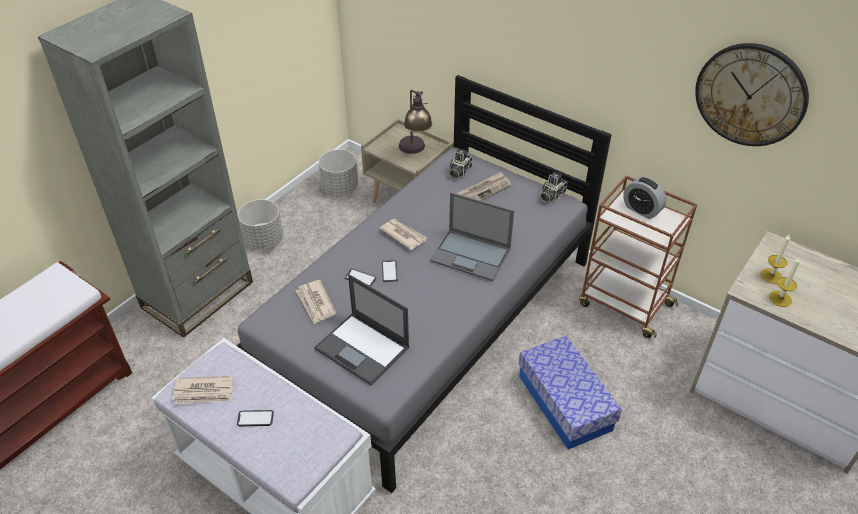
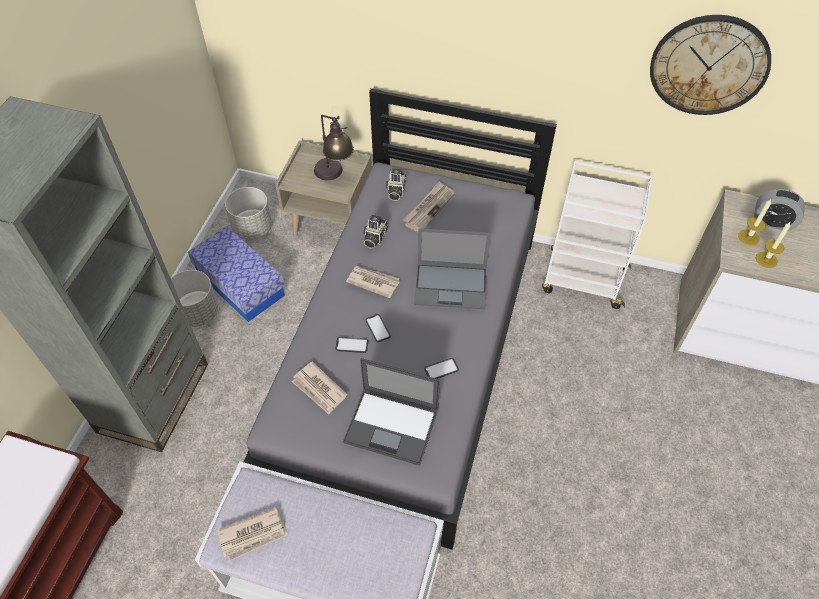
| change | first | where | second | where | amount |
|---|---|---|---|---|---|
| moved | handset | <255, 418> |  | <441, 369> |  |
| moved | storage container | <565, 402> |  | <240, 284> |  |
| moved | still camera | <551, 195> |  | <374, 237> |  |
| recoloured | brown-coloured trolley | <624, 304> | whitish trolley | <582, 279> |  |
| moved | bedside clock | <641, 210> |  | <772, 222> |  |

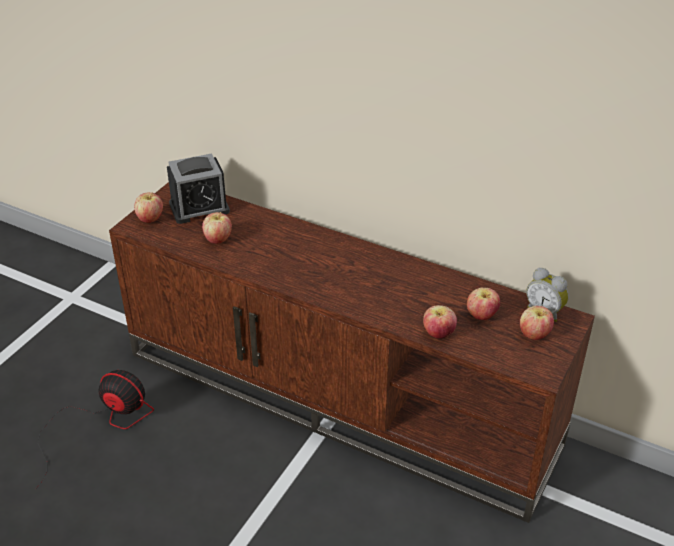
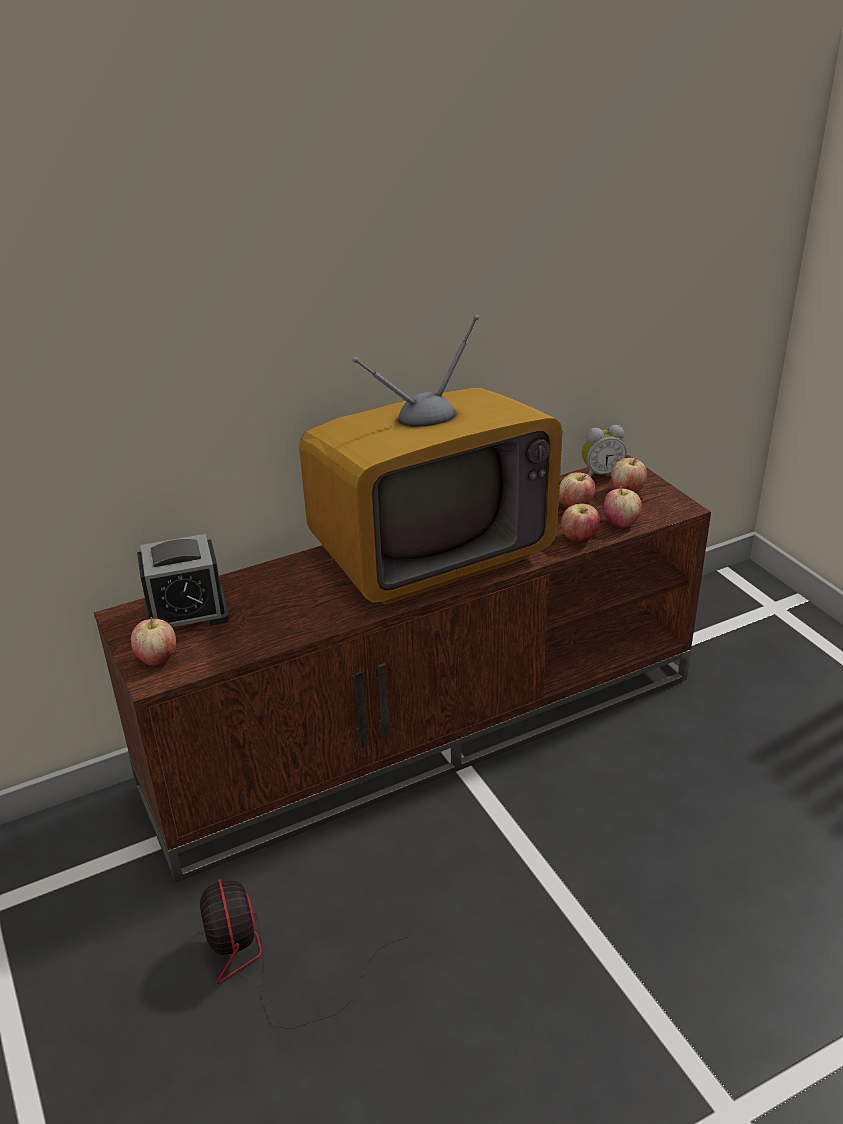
| change | first | where | second | where | amount |
|---|---|---|---|---|---|
| turned | cooling fan | <101, 423> |  | <267, 963> | 75 degrees counterclockwise |
| turned | bedside clock | <199, 208> |  | <186, 613> | 60 degrees clockwise |
| moved | whole apple | <218, 239> |  | <620, 523> |  |
| added |  |  | television | <430, 552> |  |

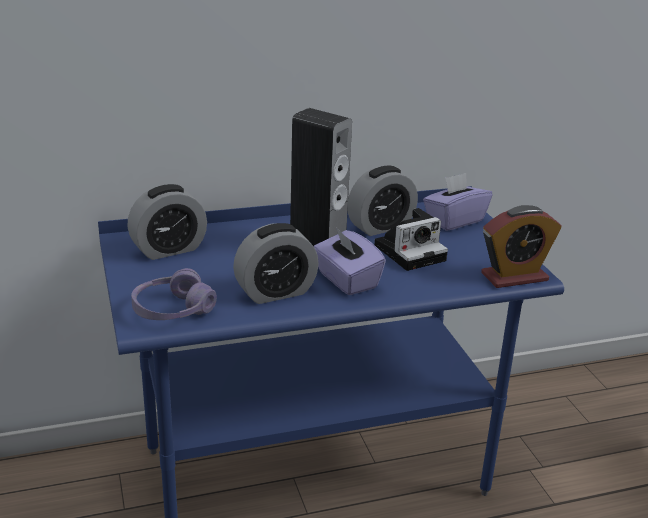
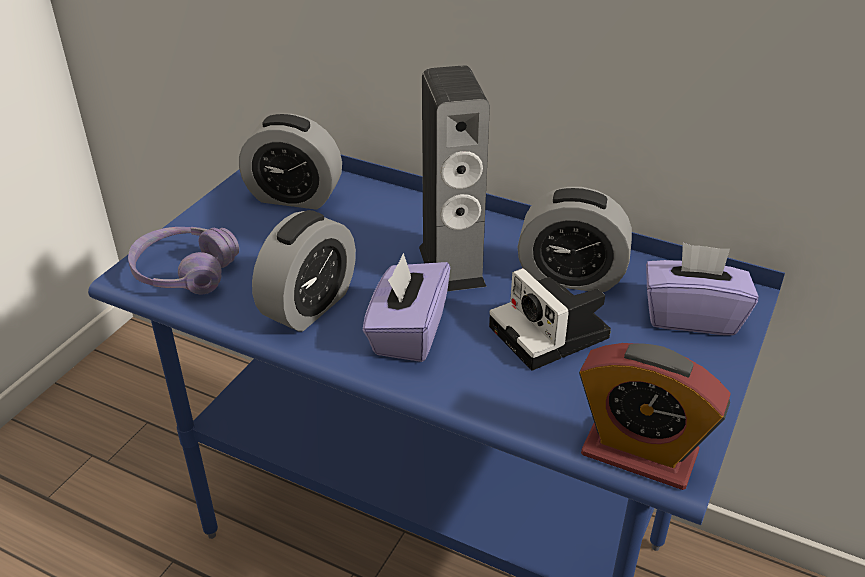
| change | first | where | second | where | amount |
|---|---|---|---|---|---|
| turned | bedside clock | <275, 292> |  | <309, 305> | 75 degrees counterclockwise |
| turned | still camera | <411, 252> |  | <552, 334> | 45 degrees clockwise |

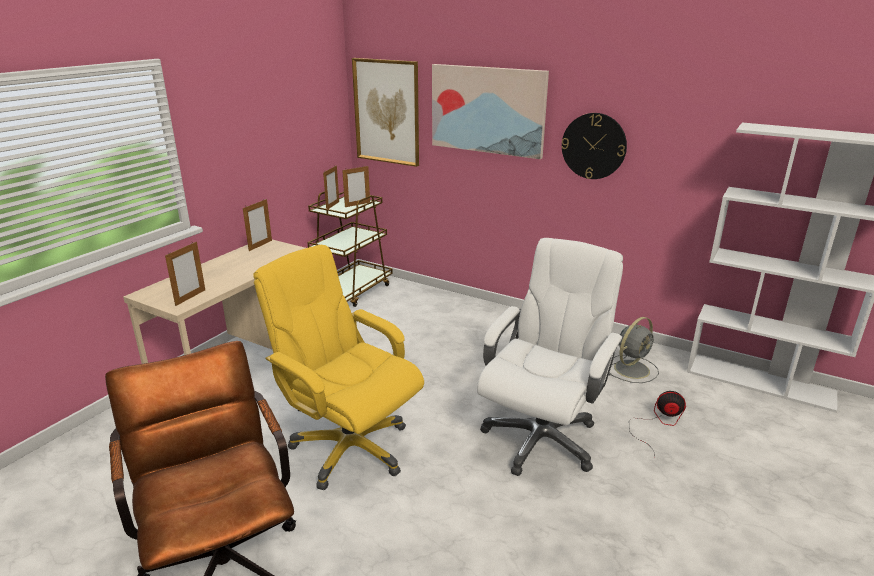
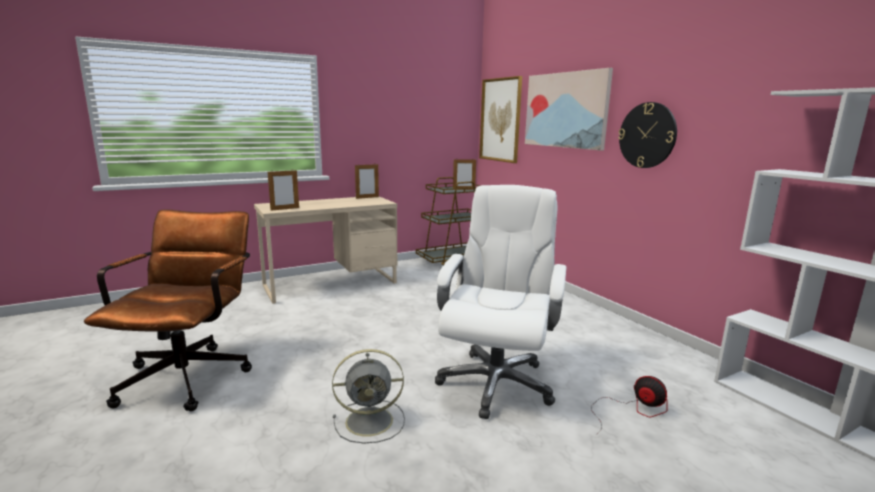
| change | first | where | second | where | amount |
|---|---|---|---|---|---|
| removed | yellow-coloured office chair | <349, 448> |  |  |  |
| removed | standing frame | <332, 205> |  |  |  |
| turned | whitish office chair | <541, 438> |  | <495, 382> | 45 degrees counterclockwise |
| moved | grey cooling fan | <632, 368> |  | <371, 421> |  |

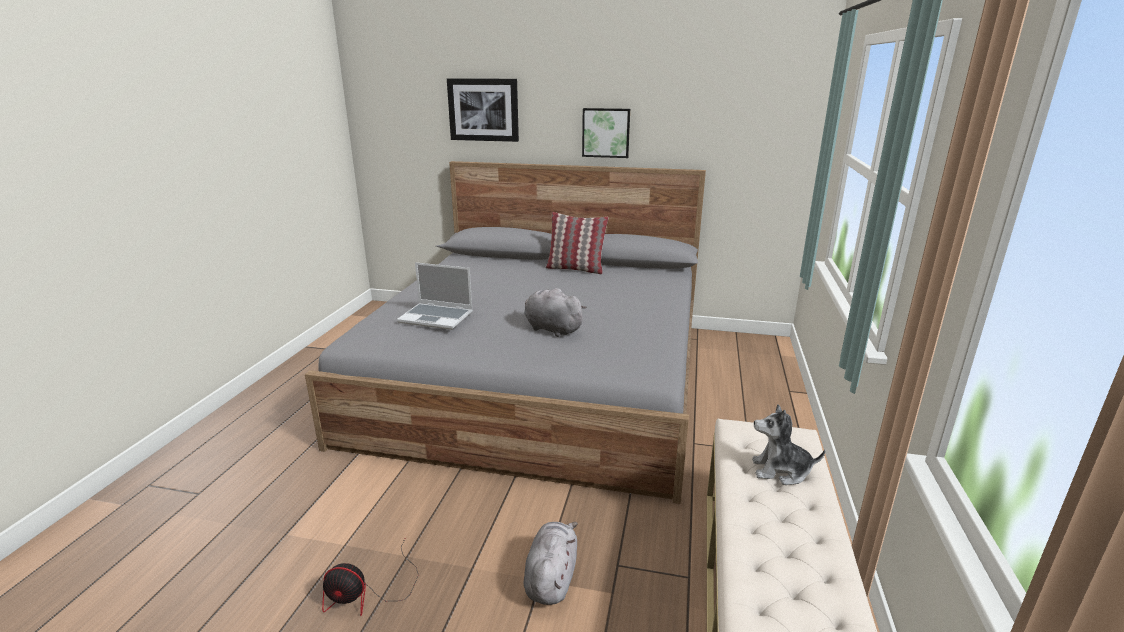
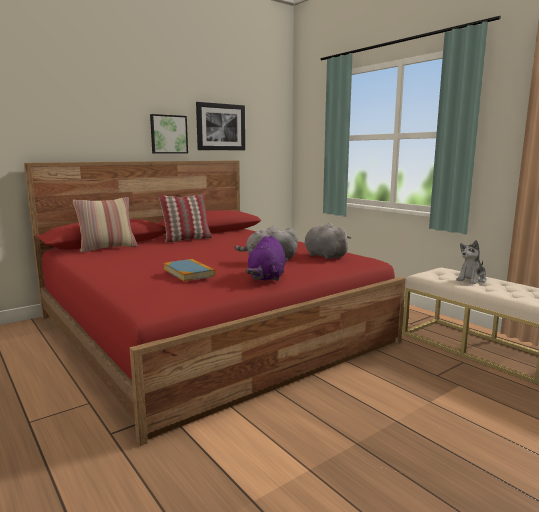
| change | first | where | second | where | amount |
|---|---|---|---|---|---|
| recoloured | grey sleeping bed | <540, 378> | red sleeping bed | <209, 328> |  |
| removed | cooling fan | <368, 593> |  |  |  |
| replaced | notebook computer | <437, 317> | book | <188, 272> |  |
| moved | wall picture | <483, 110> |  | <220, 127> |  |
| moved | grey soft toy | <551, 577> |  | <324, 256> |  |
| added |  |  | pillow | <107, 248> |  |
| added |  |  | purplish soft toy | <267, 277> |  |

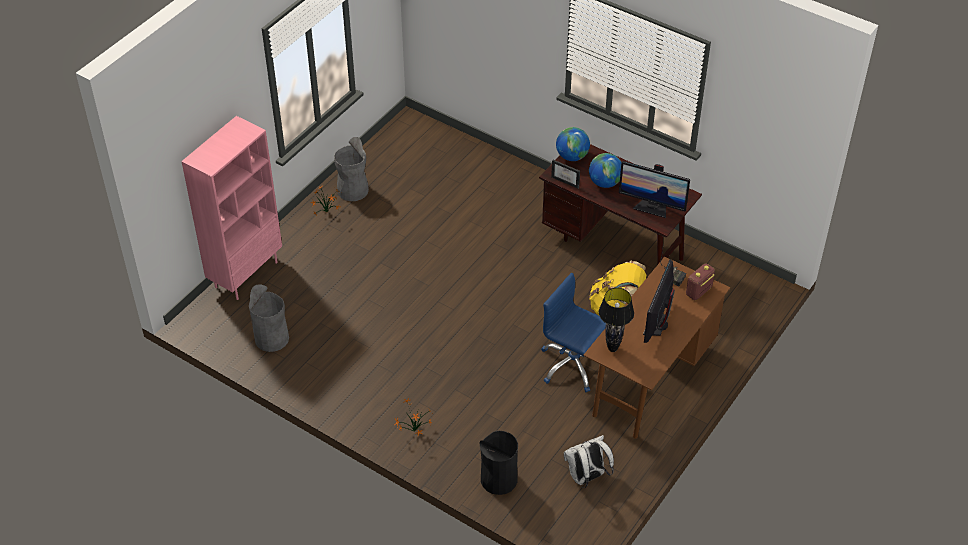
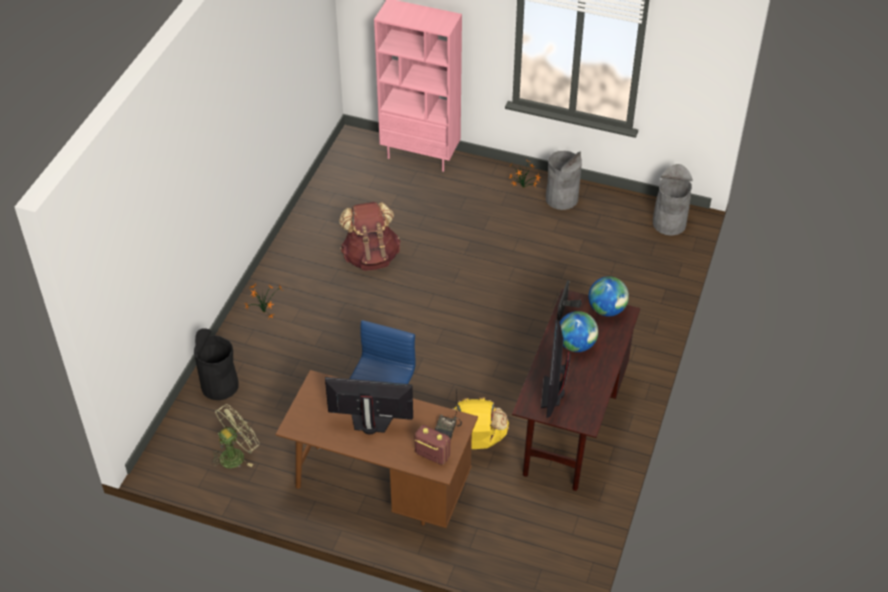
| change | first | where | second | where | amount |
|---|---|---|---|---|---|
| moved | grey trash can | <272, 338> |  | <669, 223> |  |
| replaced | whitish rucksack | <586, 477> | green-coloured cooling fan | <236, 454> |  |
| removed | black tabletop lamp | <612, 349> |  |  |  |
| added |  |  | brown-coloured rucksack | <370, 257> |  |

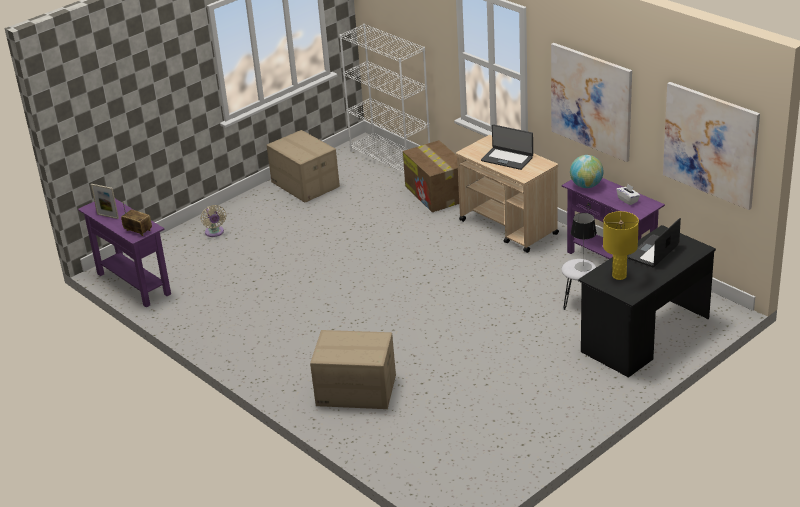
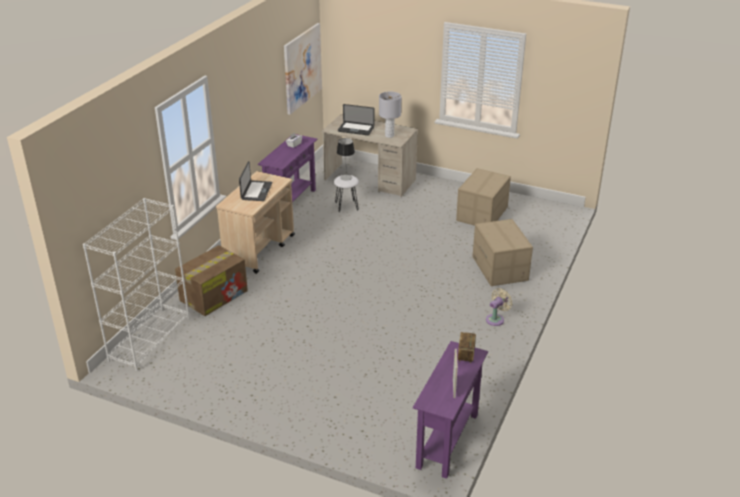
| change | first | where | second | where | amount |
|---|---|---|---|---|---|
| moved | beige cooling fan | <215, 233> |  | <496, 319> |  |
| moved | cardboard box | <304, 184> |  | <482, 214> |  |
| removed | wall picture | <591, 101> |  |  |  |
| removed | world globe | <586, 185> |  |  |  |
| recoloured | black desk unit | <645, 335> | beige desk unit | <370, 180> |  |
| recoloured | yellow-coloured tabletop lamp | <619, 276> | grey tabletop lamp | <389, 135> |  |

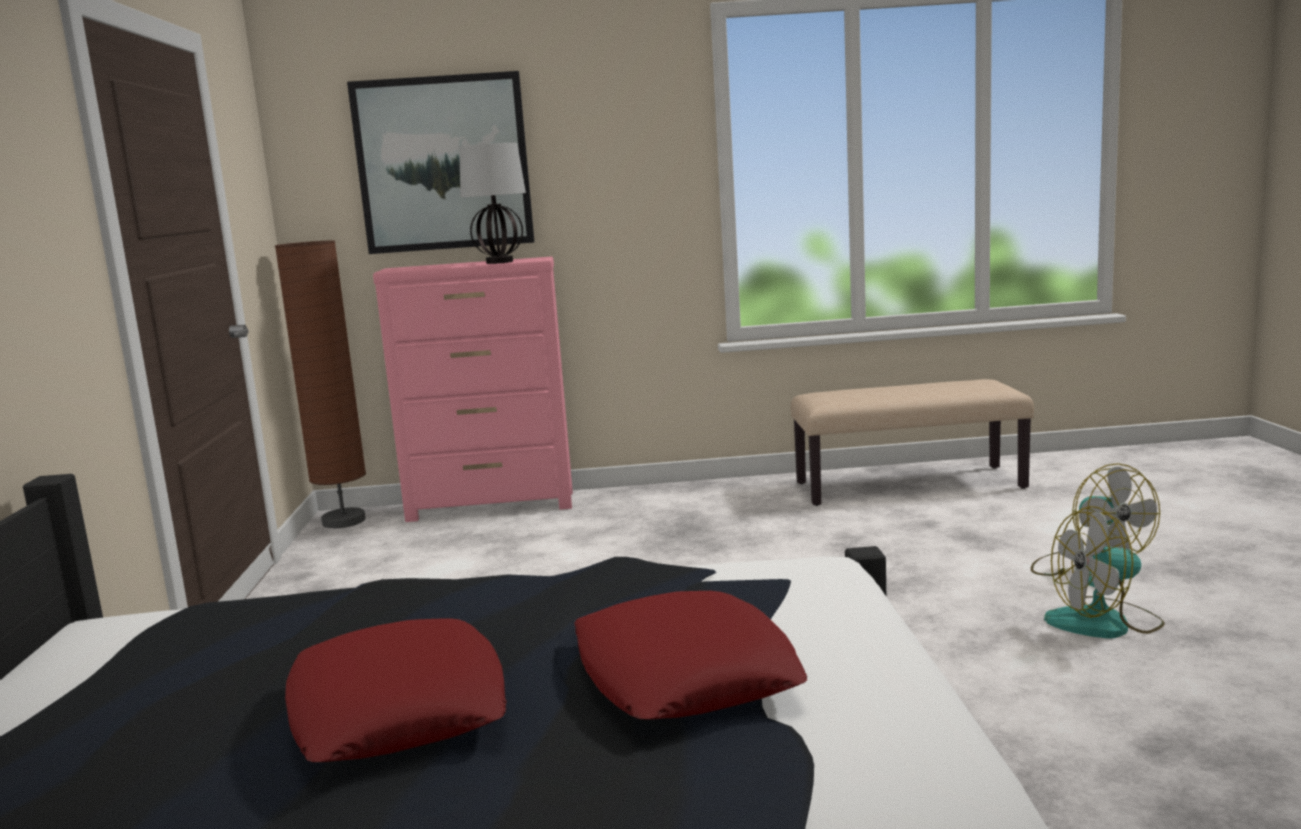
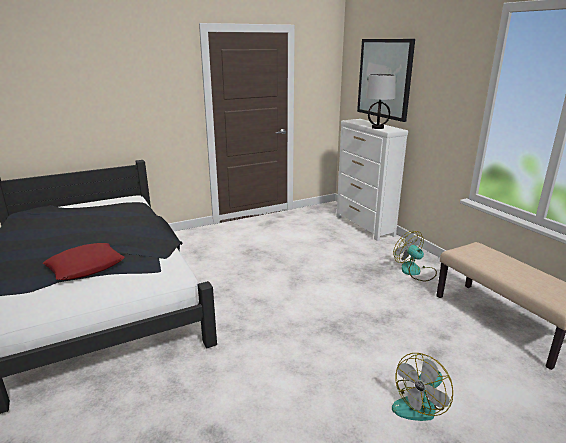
| change | first | where | second | where | amount |
|---|---|---|---|---|---|
| removed | brown-coloured standard lamp | <343, 521> |  |  |  |
| removed | red pillow | <397, 708> |  |  |  |
| recoloured | pink-coloured dresser | <492, 507> | whitish dresser | <364, 226> |  |
| moved | cooling fan | <1104, 623> |  | <415, 272> |  |

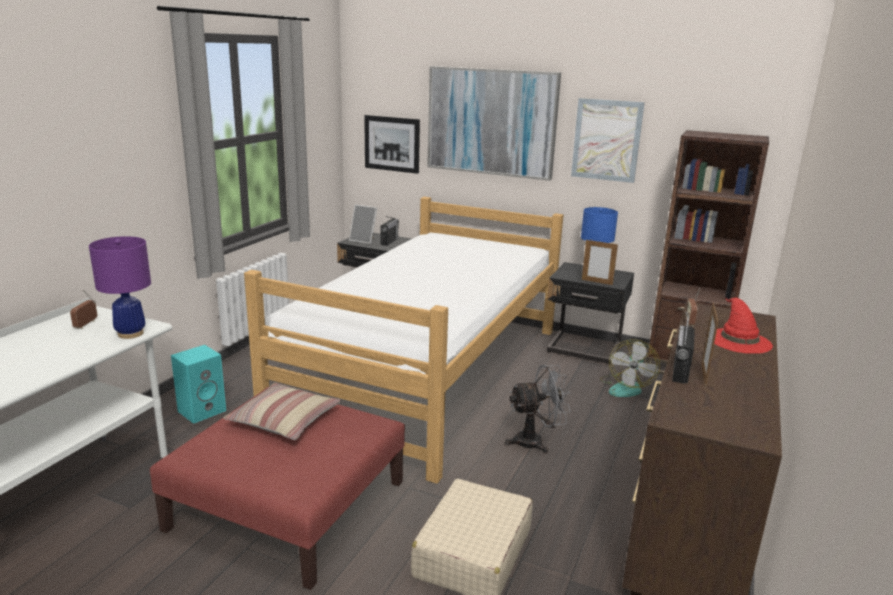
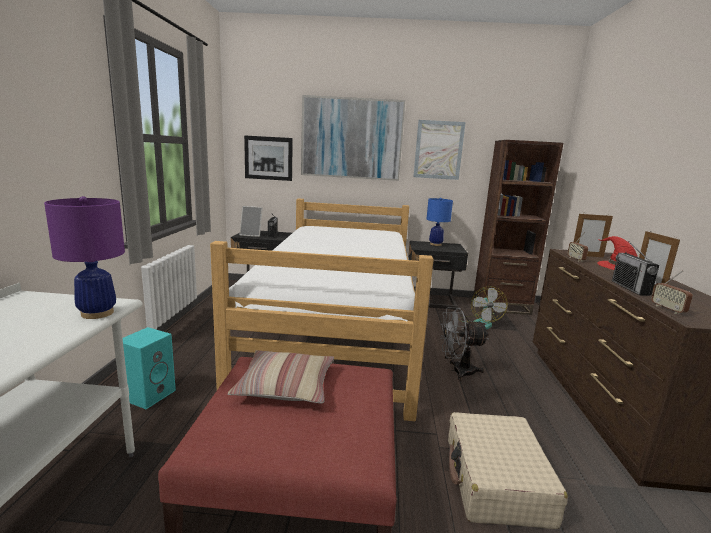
| change | first | where | second | where | amount |
|---|---|---|---|---|---|
| moved | radio set | <86, 325> |  | <668, 309> |  |
| turned | grey cooling fan | <535, 441> |  | <457, 371> | 150 degrees counterclockwise |
| moved | standing frame | <597, 282> |  | <587, 256> |  |

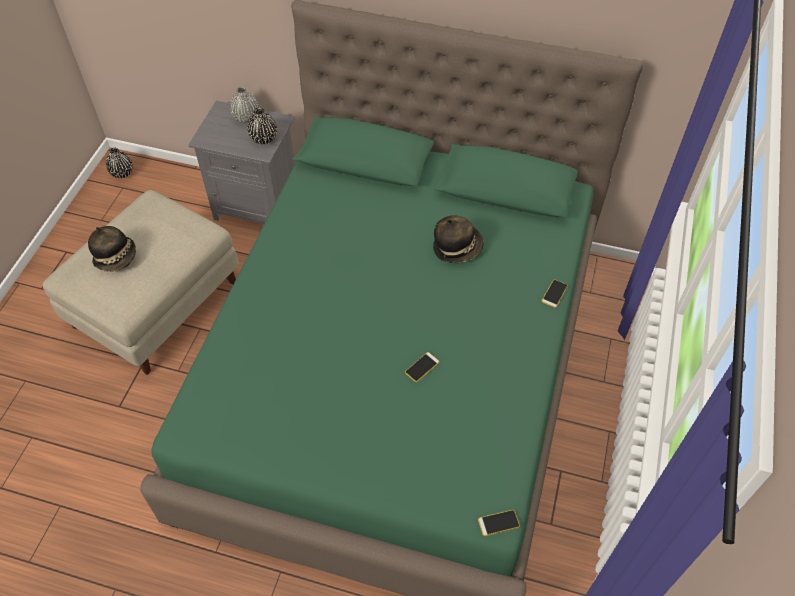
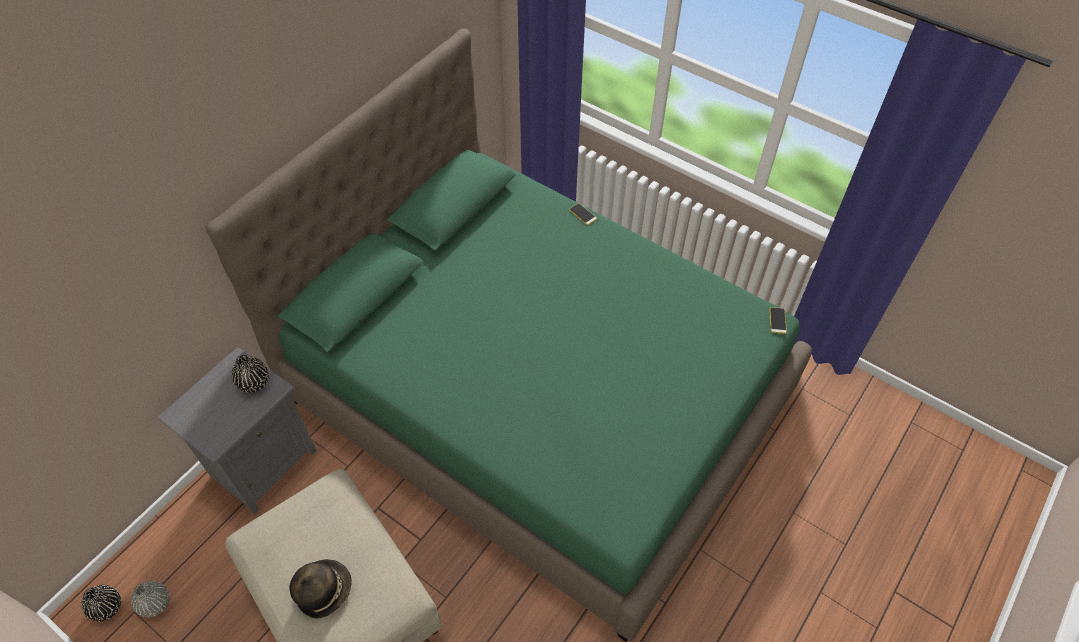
| change | first | where | second | where | amount |
|---|---|---|---|---|---|
| moved | grey vase | <246, 117> |  | <156, 603> |  |
| removed | handset | <422, 367> |  |  |  |
| removed | wearable hat | <457, 247> |  |  |  |

